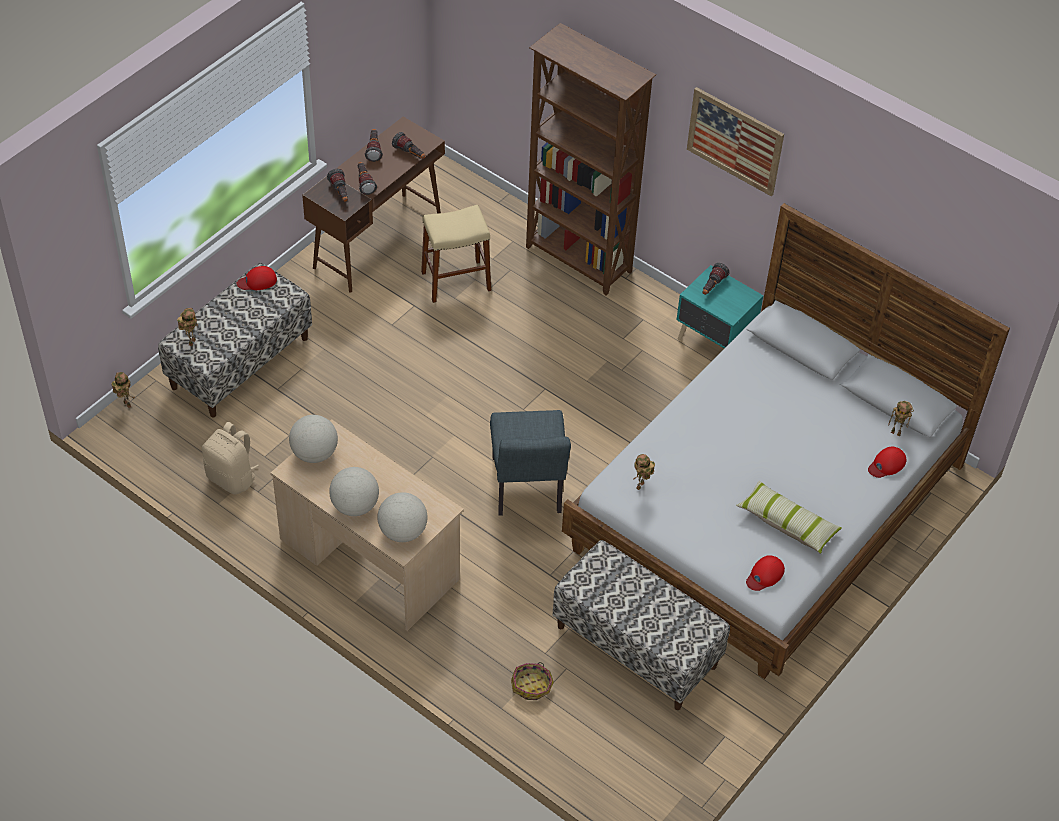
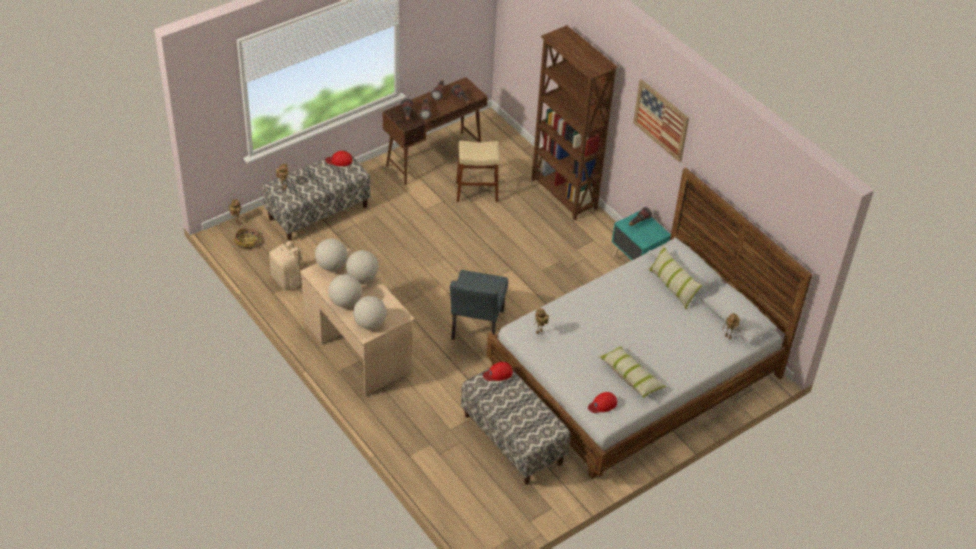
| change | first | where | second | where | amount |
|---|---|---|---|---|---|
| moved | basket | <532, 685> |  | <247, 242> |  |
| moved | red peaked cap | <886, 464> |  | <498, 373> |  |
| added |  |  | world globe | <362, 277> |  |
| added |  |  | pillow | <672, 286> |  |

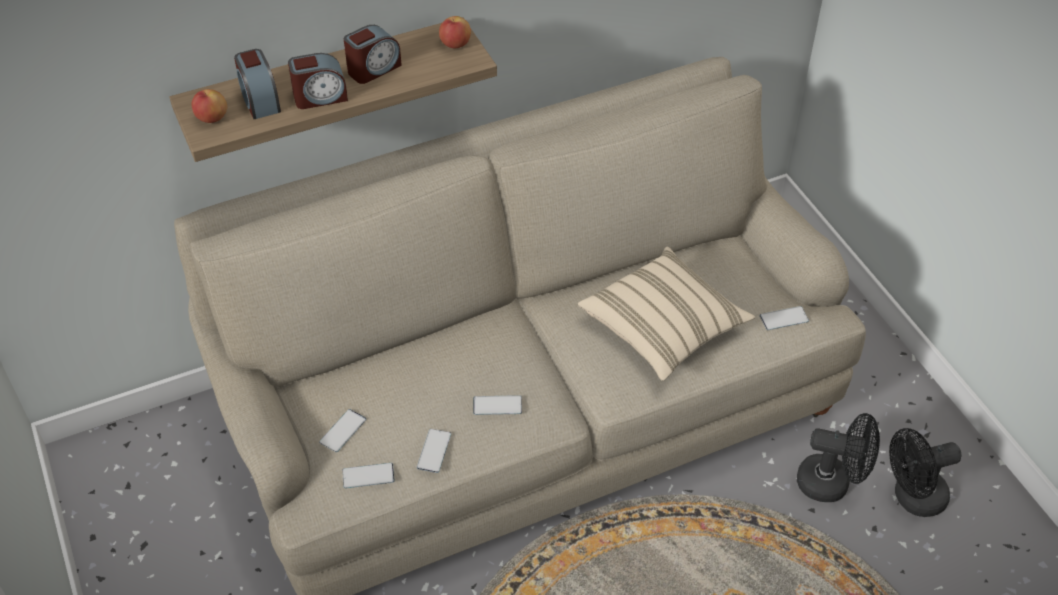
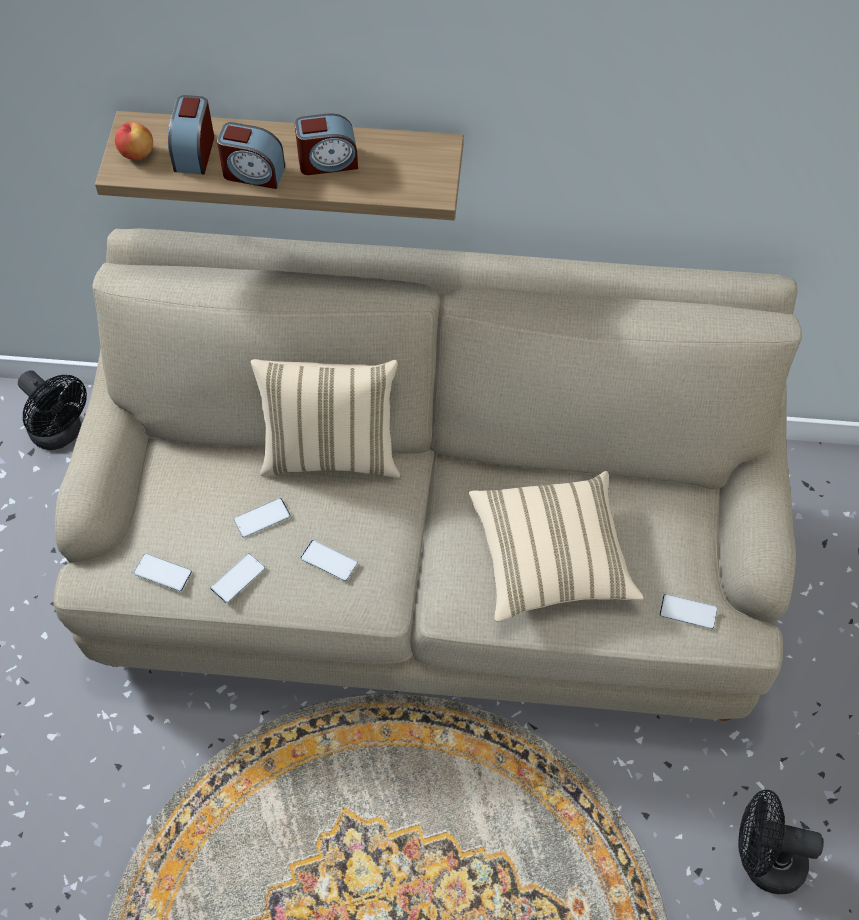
| change | first | where | second | where | amount |
|---|---|---|---|---|---|
| moved | handset | <343, 431> |  | <262, 518> |  |
| removed | whole apple | <455, 44> |  |  |  |
| moved | black cooling fan | <832, 483> |  | <61, 434> |  |
| added |  |  | beige pillow | <331, 454> |  |

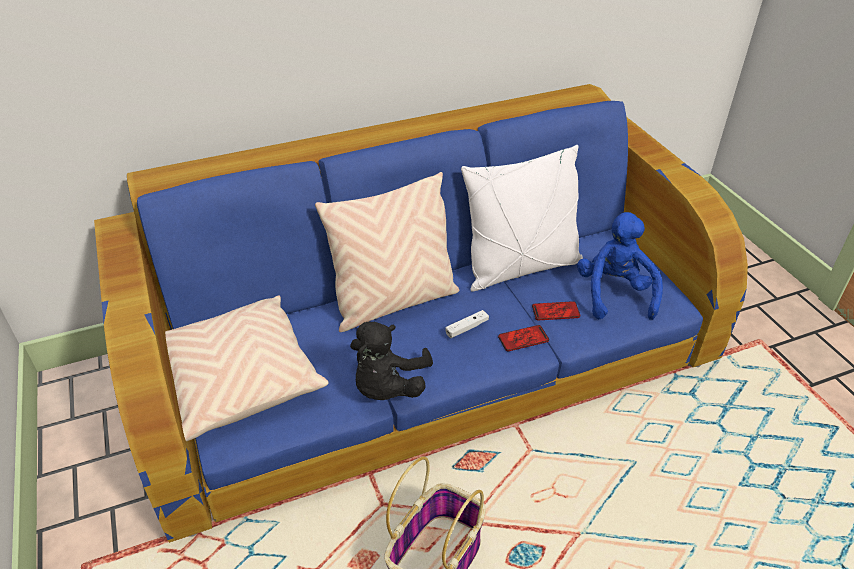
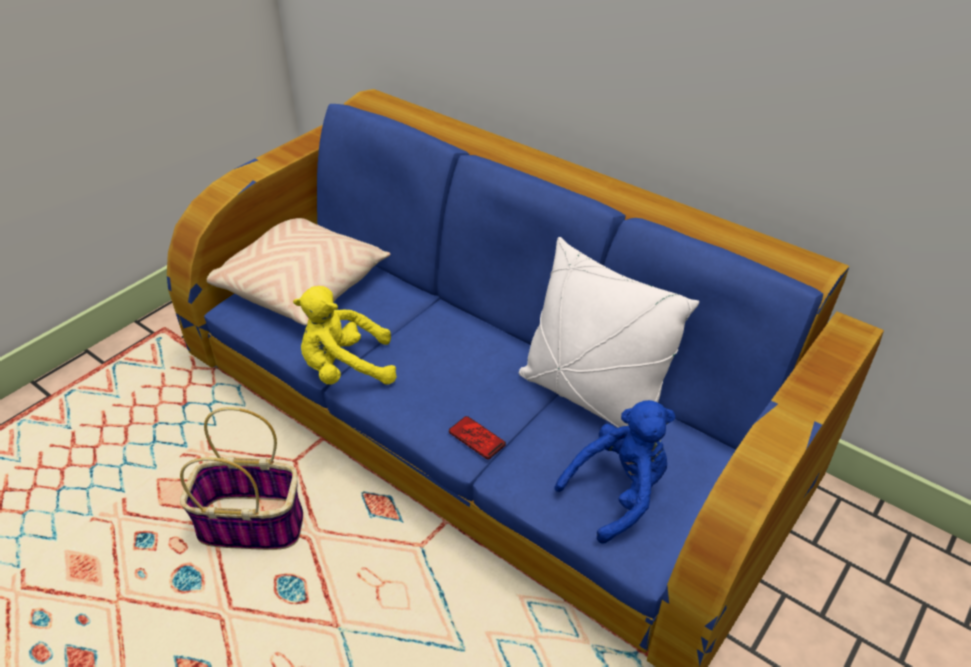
| change | first | where | second | where | amount |
|---|---|---|---|---|---|
| removed | beige pillow | <394, 302> |  |  |  |
| recoloured | black soft toy | <387, 387> | yellow-coloured soft toy | <345, 369> |  |
| removed | whitish game controller | <467, 328> |  |  |  |
| removed | handset | <555, 311> |  |  |  |

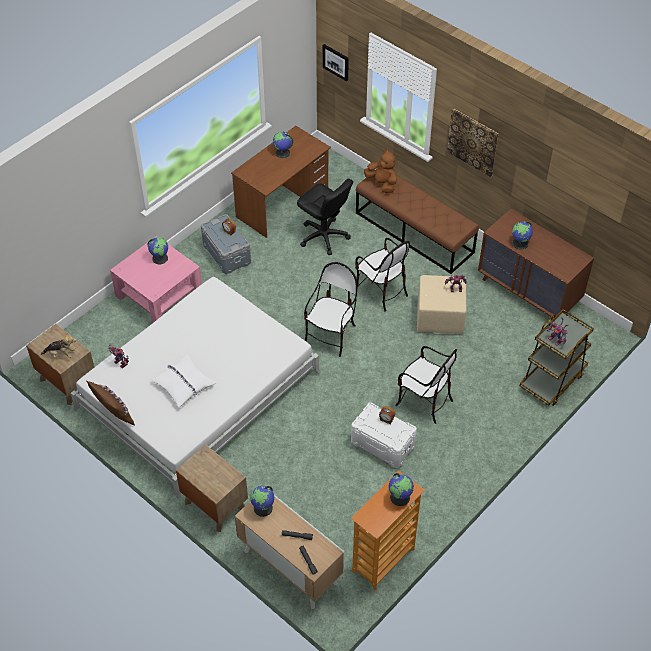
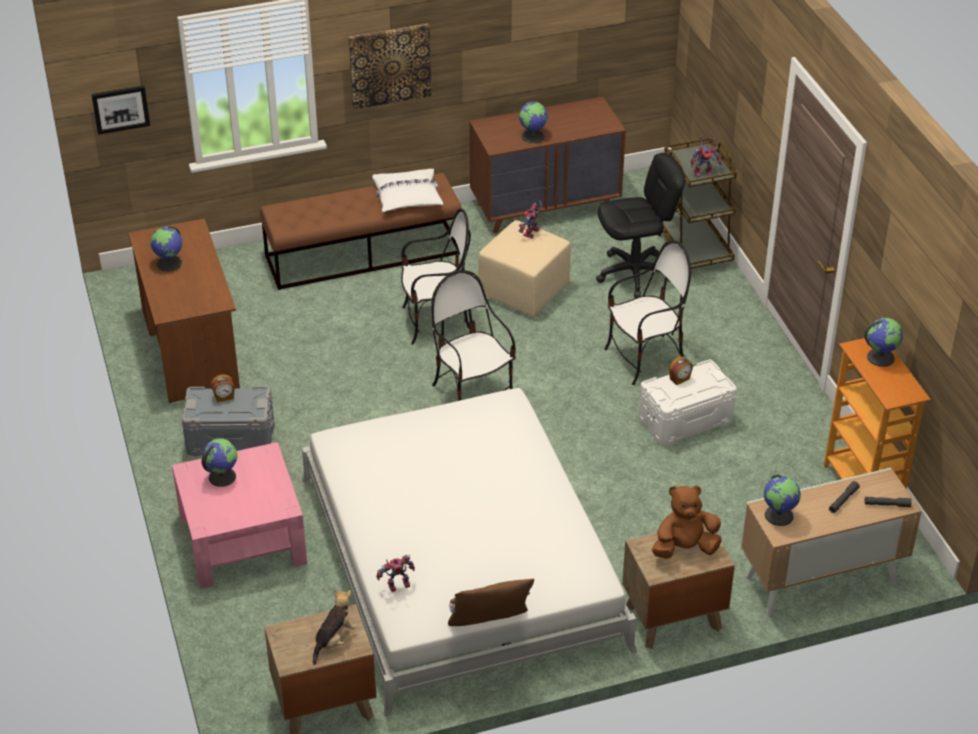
| change | first | where | second | where | amount |
|---|---|---|---|---|---|
| moved | whitish pillow | <184, 384> |  | <407, 197> |  |
| moved | black office chair | <324, 237> |  | <635, 274> |  |
| moved | brown-coloured soft toy | <382, 183> |  | <684, 548> |  |

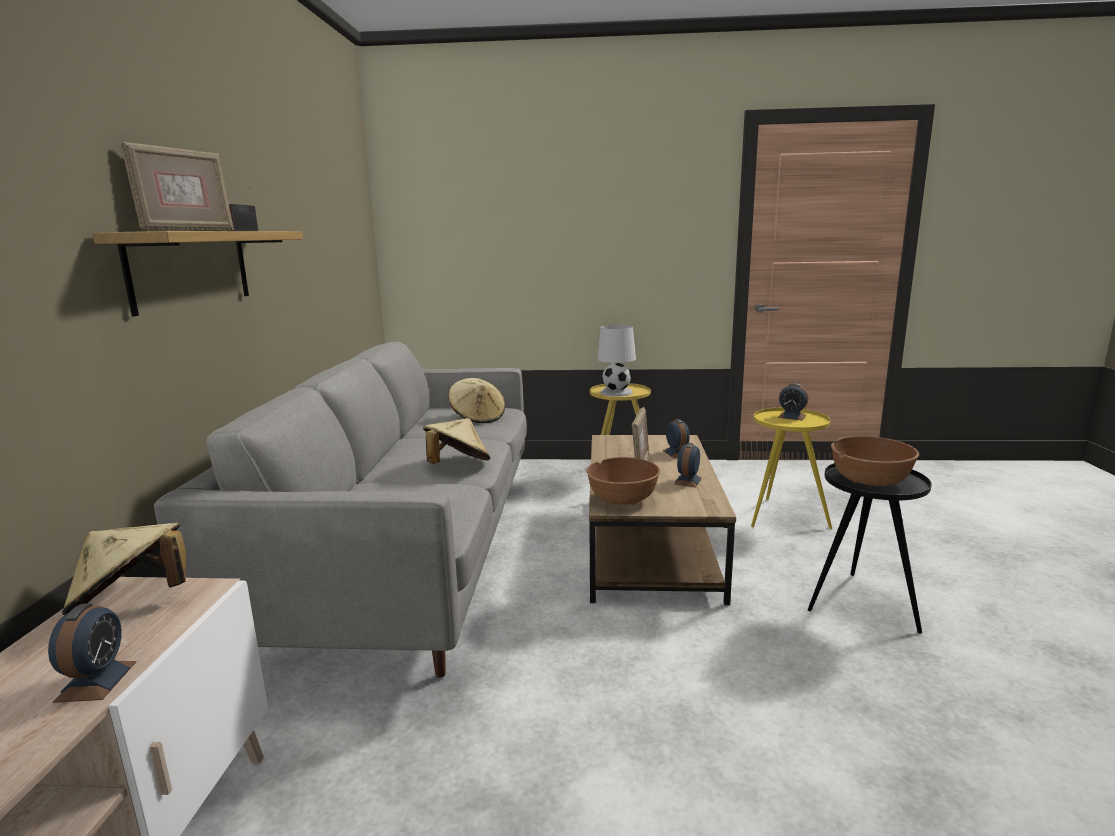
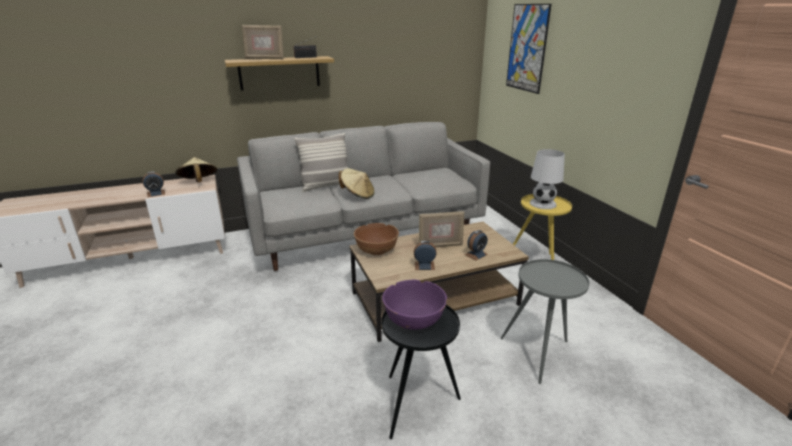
| change | first | where | second | where | amount |
|---|---|---|---|---|---|
| removed | beige wearable hat | <478, 418> |  |  |  |
| recoloured | yellow-coloured accent table | <783, 516> | grey accent table | <539, 353> |  |
| removed | bedside clock | <792, 416> |  |  |  |
| recoloured | brown-coloured deep dish | <870, 482> | purplish deep dish | <414, 320> |  |
| added |  |  | pillow | <326, 185> |  |
| added |  |  | wall picture | <527, 48> |  |

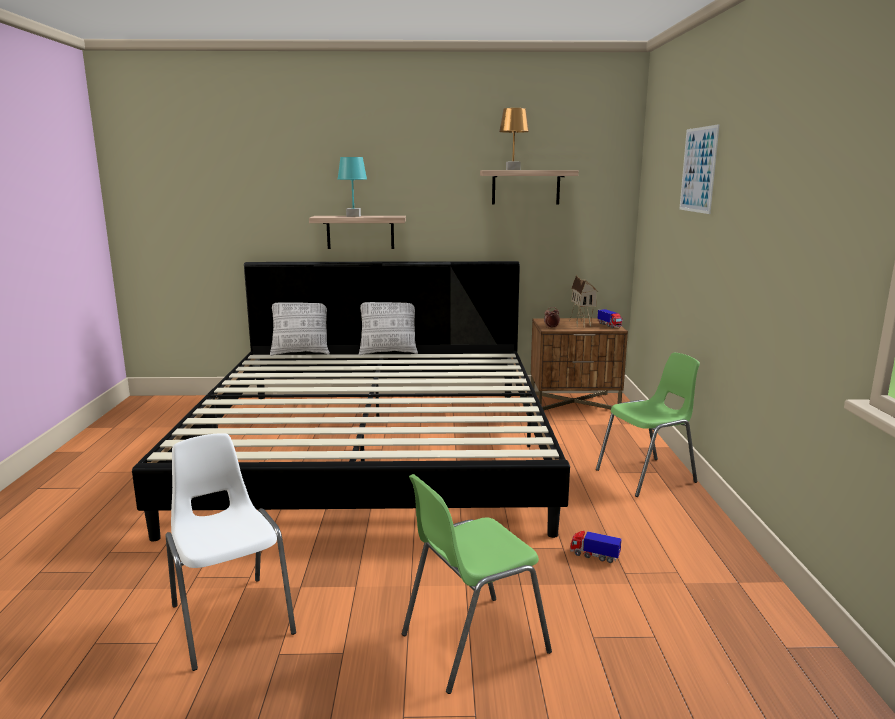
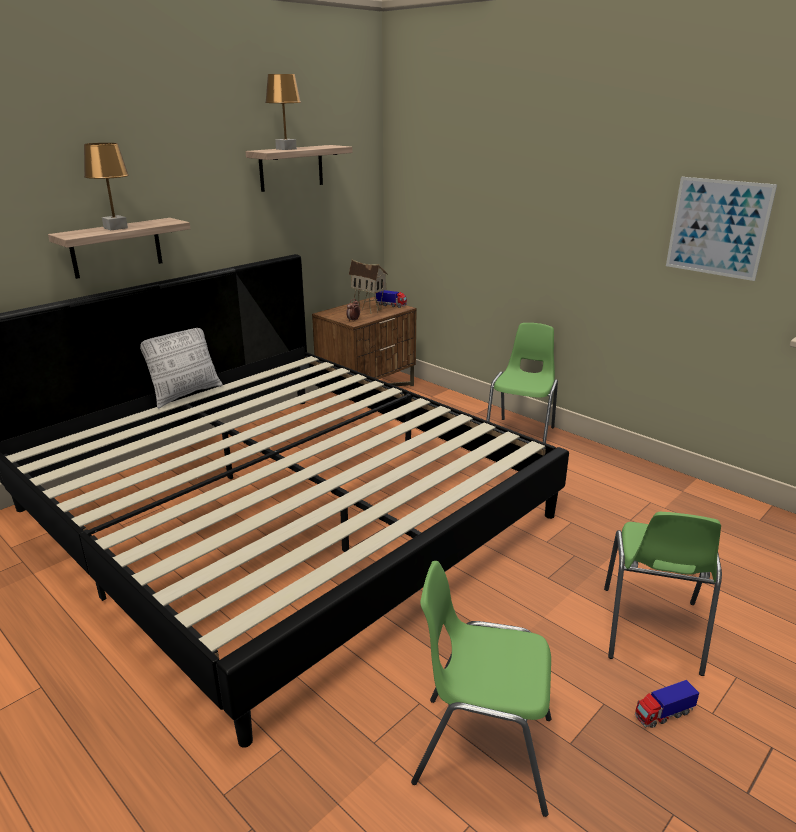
| change | first | where | second | where | amount |
|---|---|---|---|---|---|
| recoloured | whitish chair | <231, 619> | green-coloured chair | <482, 750> |  |
| removed | pillow | <301, 353> |  |  |  |
| recoloured | blue-green tabletop lamp | <353, 216> | brown-coloured tabletop lamp | <115, 228> |  |
| moved | toy truck | <594, 555> |  | <663, 714> |  |
| moved | wall picture | <698, 170> |  | <717, 228> |  |

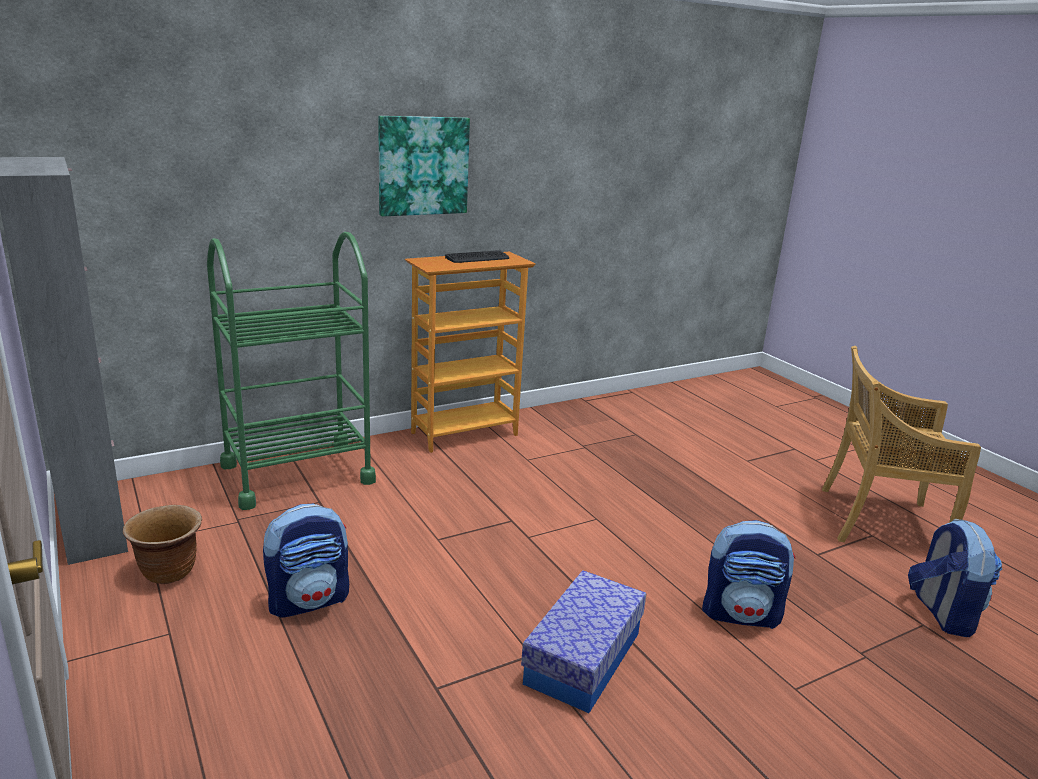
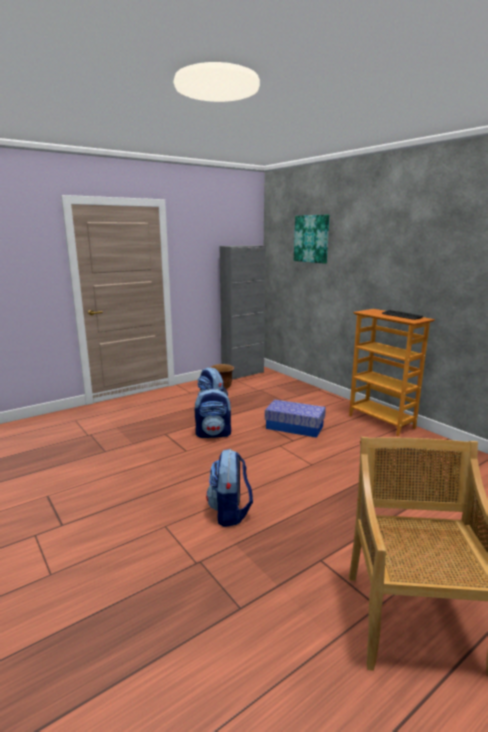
| change | first | where | second | where | amount |
|---|---|---|---|---|---|
| removed | green-coloured trolley | <297, 473> |  |  |  |
| moved | wall picture | <423, 166> |  | <311, 239> |  |
| moved | storage container | <583, 657> |  | <294, 427> |  |
| moved | rucksack | <942, 613> |  | <213, 434> |  |

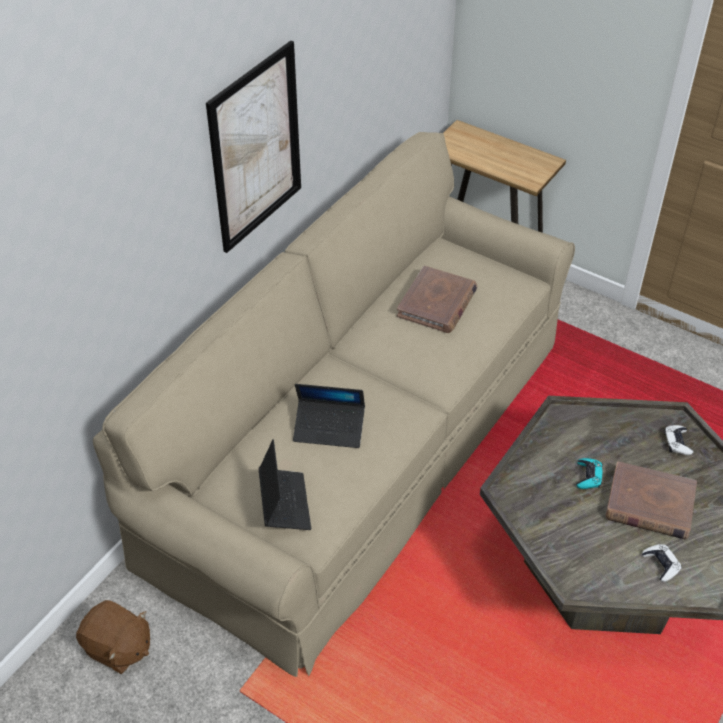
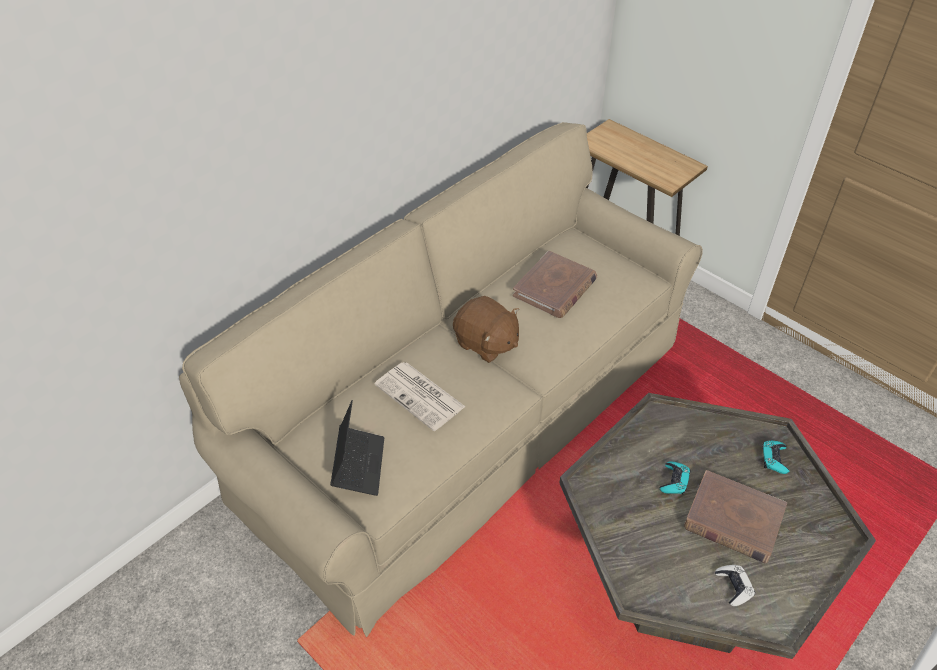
| change | first | where | second | where | amount |
|---|---|---|---|---|---|
| moved | brown-coloured soft toy | <118, 648> |  | <486, 343> |  |
| removed | wall picture | <256, 148> |  |  |  |
| replaced | notebook computer | <329, 428> | daily paper | <421, 396> |  |
| recoloured | whitish game controller | <677, 442> | blue-green game controller | <774, 459> |  |

